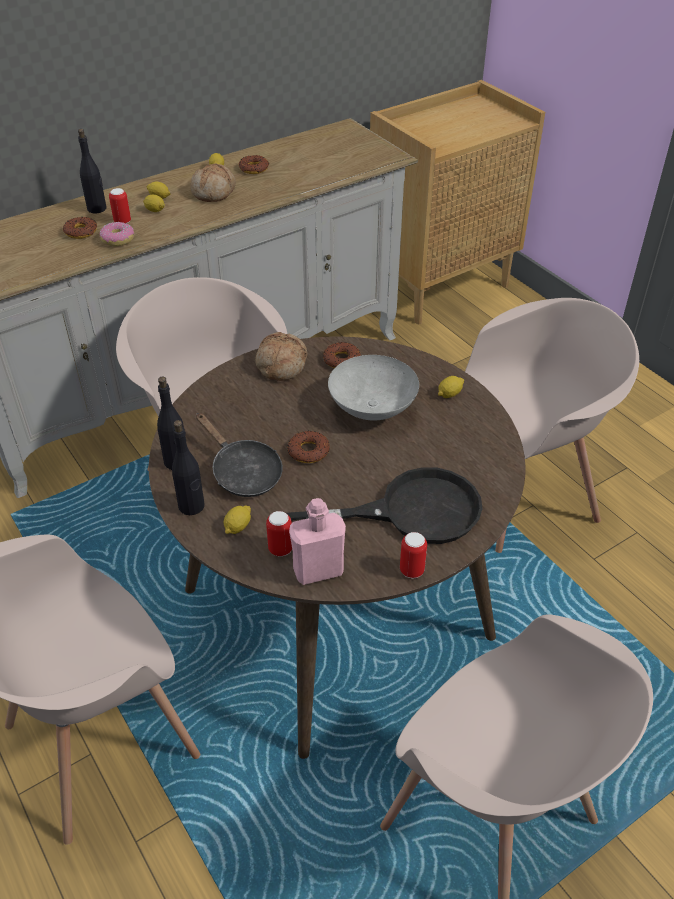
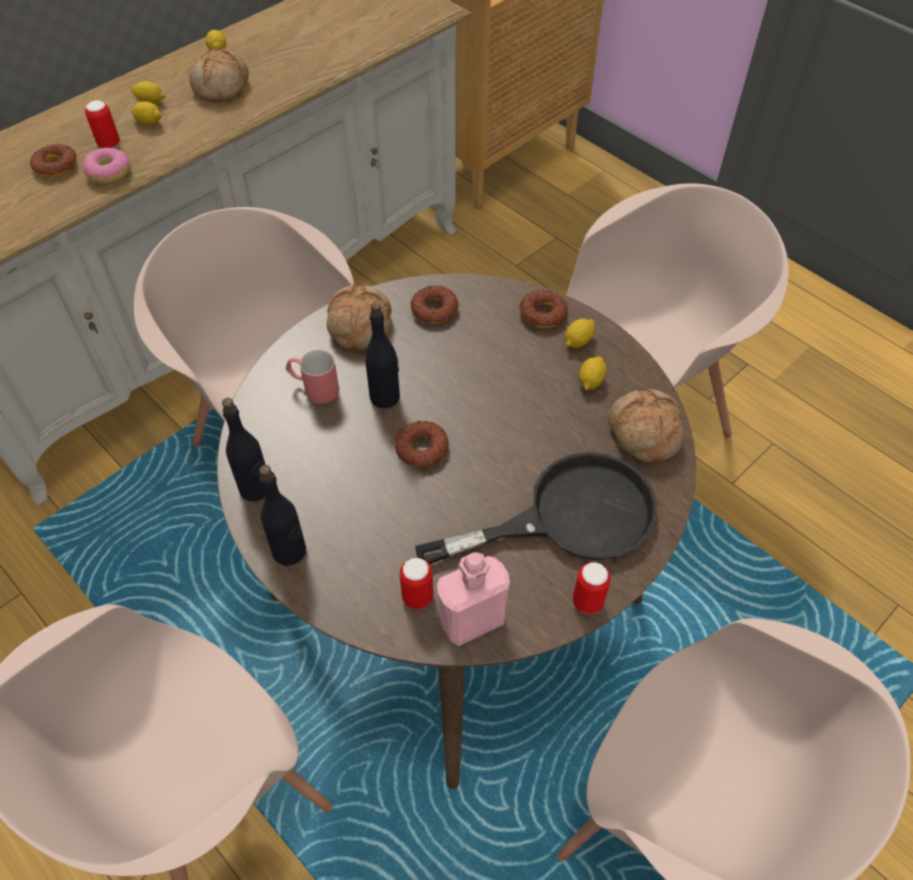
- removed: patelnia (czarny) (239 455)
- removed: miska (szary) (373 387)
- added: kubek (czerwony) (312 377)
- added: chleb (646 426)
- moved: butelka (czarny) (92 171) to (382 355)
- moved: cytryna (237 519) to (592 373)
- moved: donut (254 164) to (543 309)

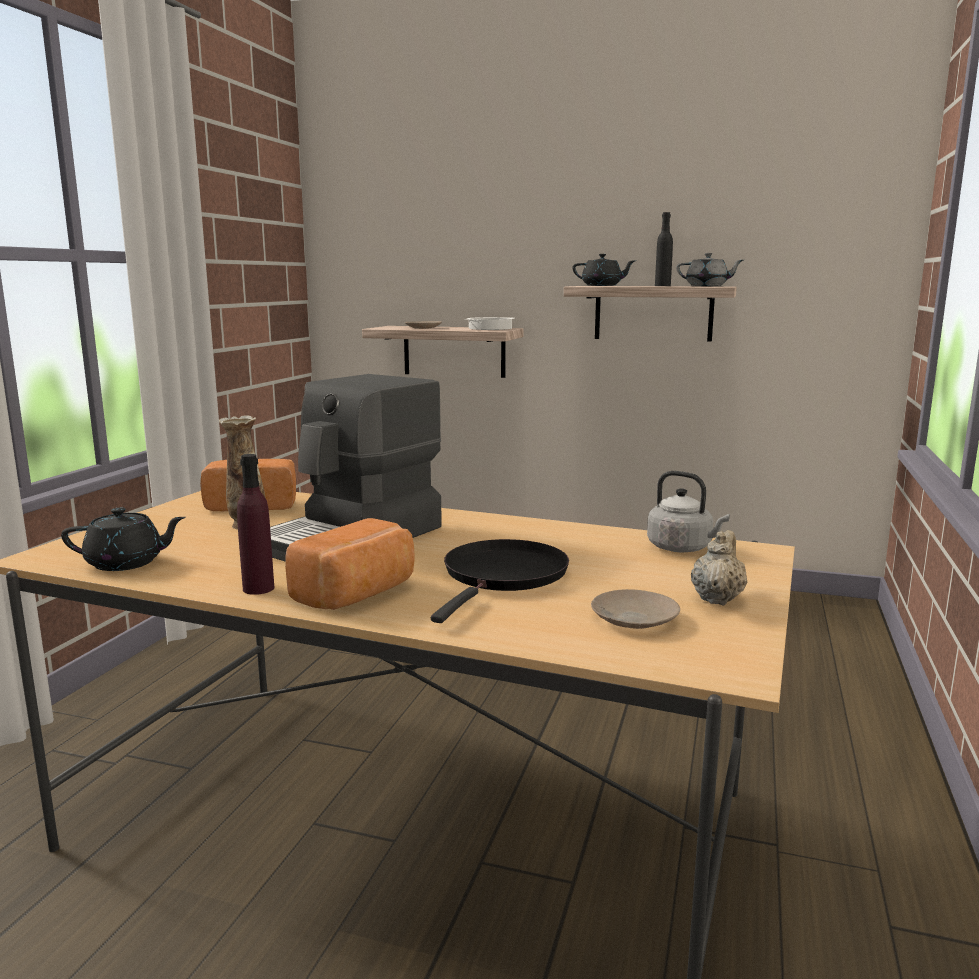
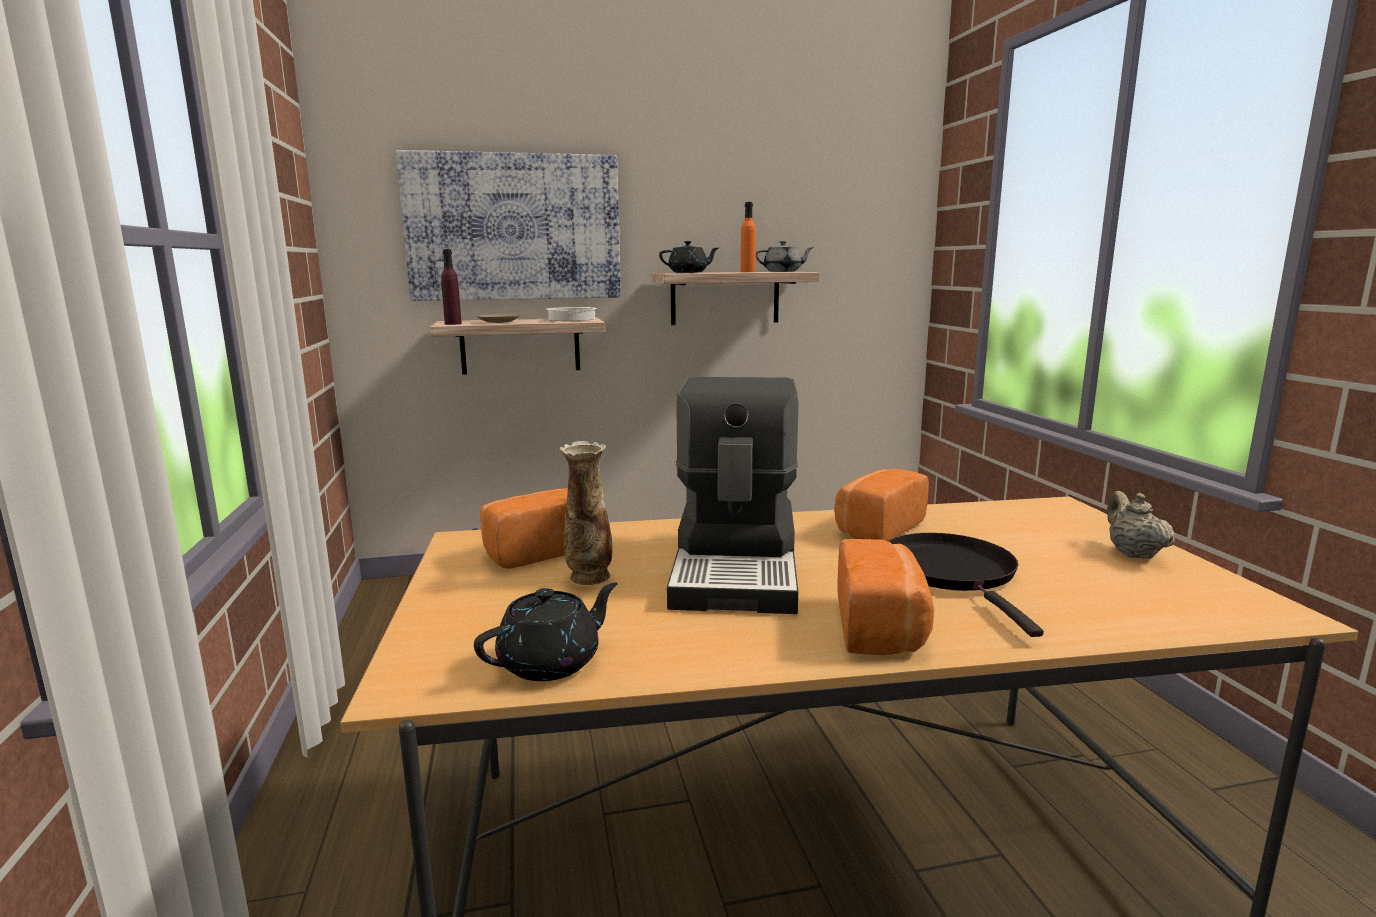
- removed: talerz (beżowy) (635 609)
- removed: czajnik (szary) (688 511)
- added: obraz (508 225)
- added: chleb (881 505)
- moved: butelka (fioletowy) (255 524) to (451 287)
- recoloured: butelka (czarny) (664 249) to butelka (pomarańczowy) (748 237)

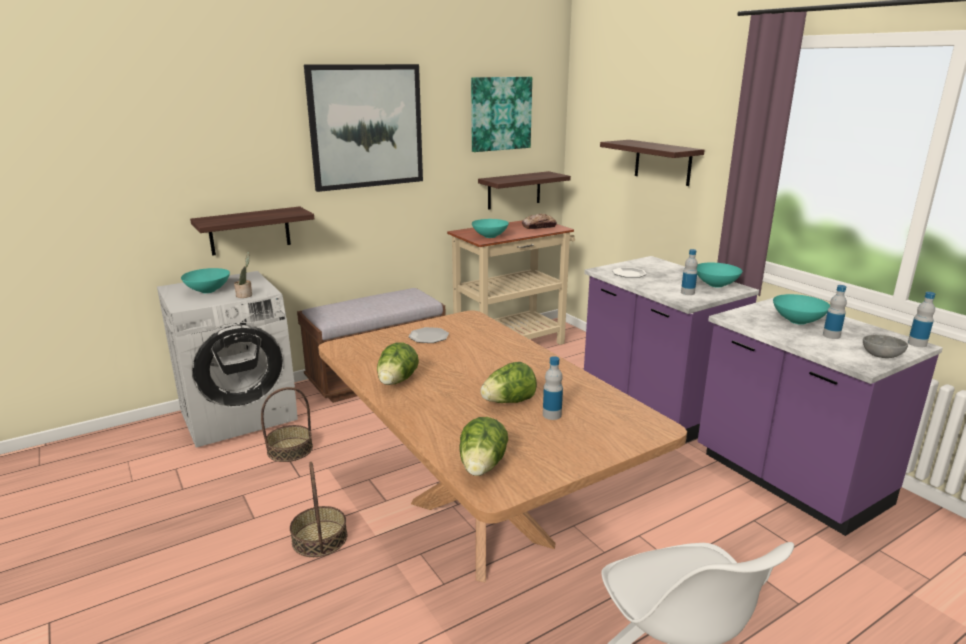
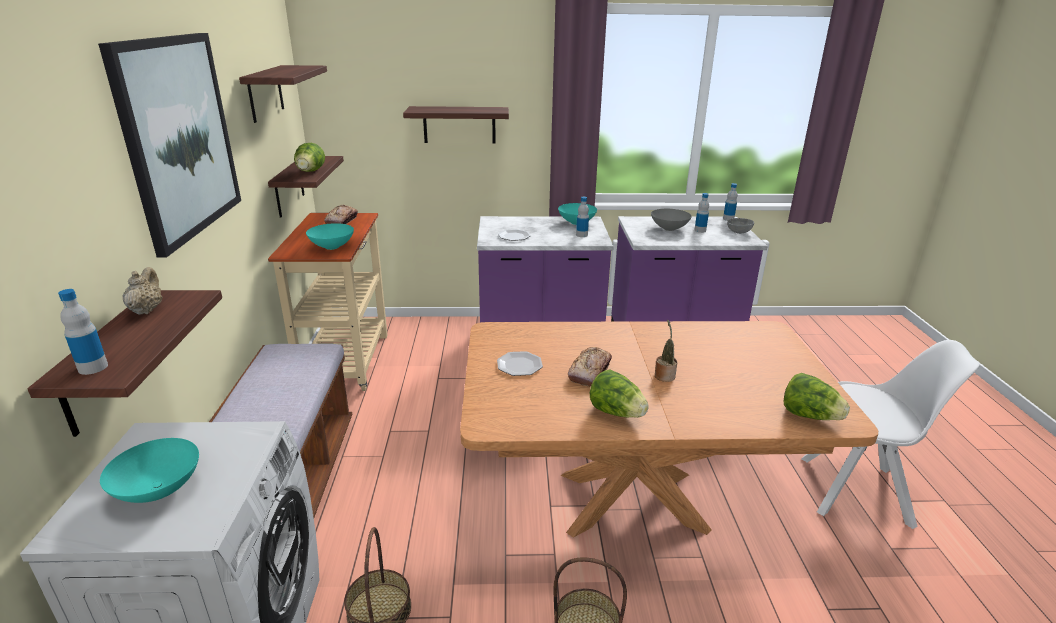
- added: imbryk (beżowy) (142 291)
- added: chleb (590 367)
- moved: roślina doniczkowa (243 275) to (666 350)
- moved: sałata (508 382) to (309 157)
- moved: butelka (553 388) to (83 332)
- replaced: obraz (501 114) to półka (283 94)
- recoloured: miska (turkusowy) (801 309) to miska (szary) (671 220)

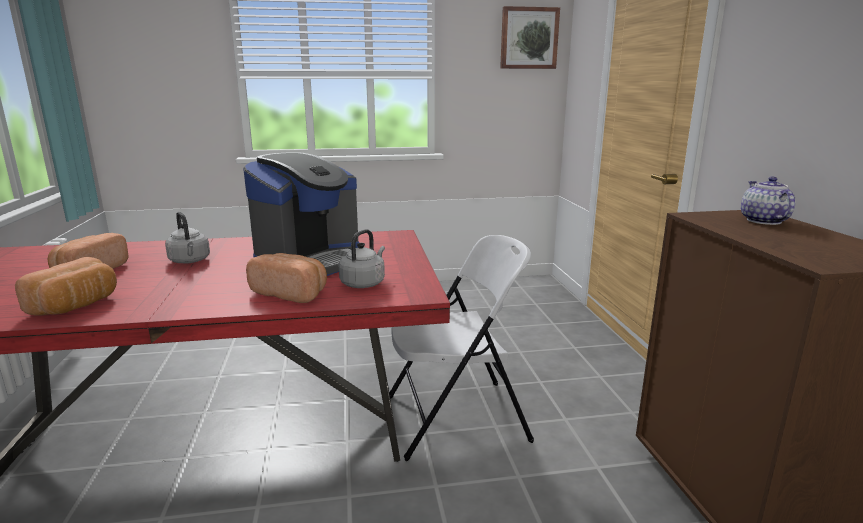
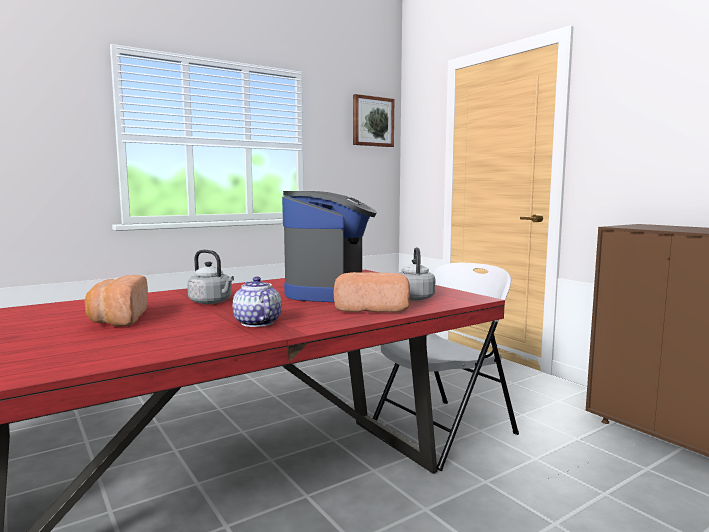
- removed: chleb (66 286)
- moved: imbryk (768 200) to (257 301)

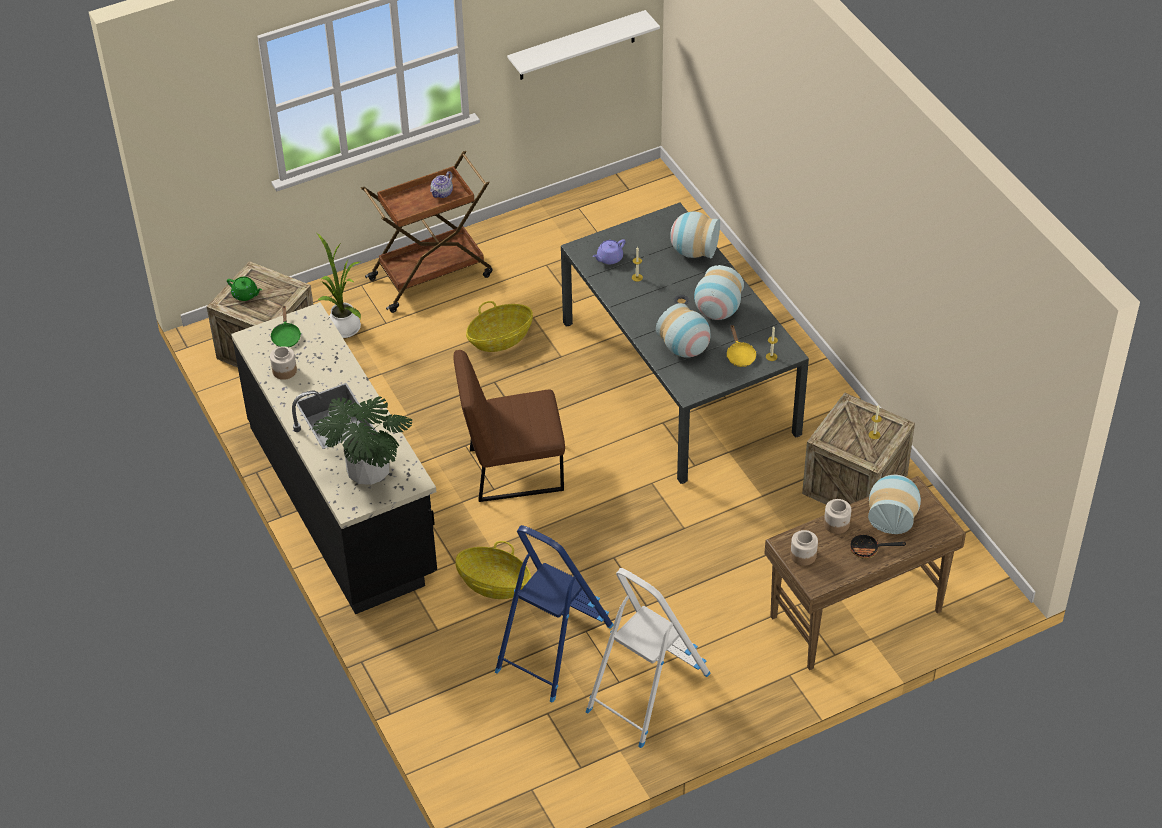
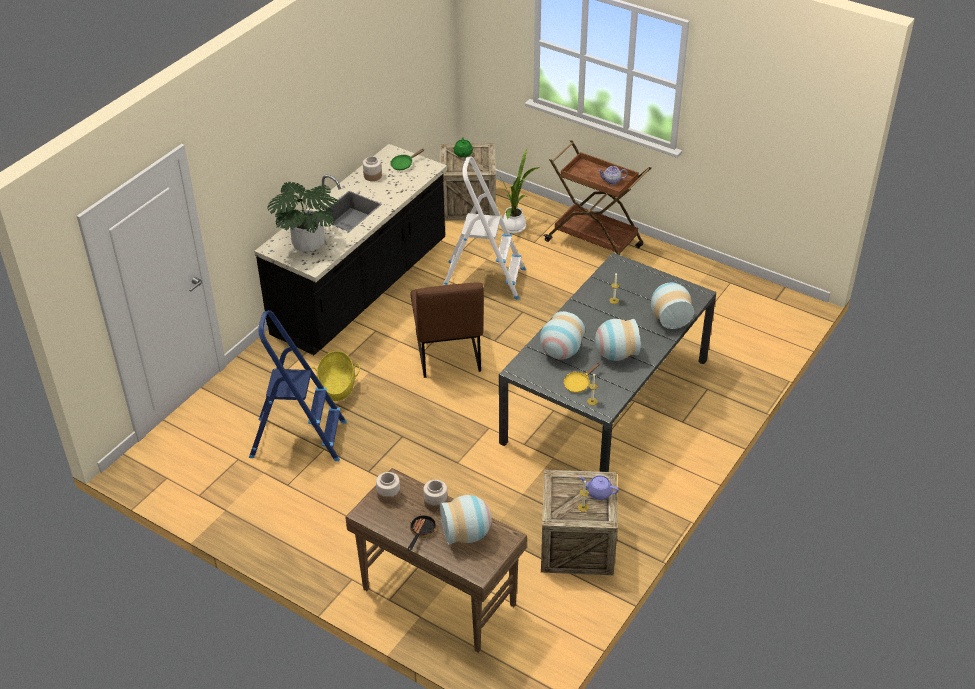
- removed: koszyk (499 326)
- removed: półka (biały) (583 45)
- moved: drabinka (biały) (648 658) to (484 228)
- moved: imbryk (fioletowy) (609 251) to (599 487)
- turned: krzesło (brązowy) (509 426) = (447 330) 150 degrees counterclockwise
- turned: patelnia (878 546) = (422 532) 45 degrees clockwise

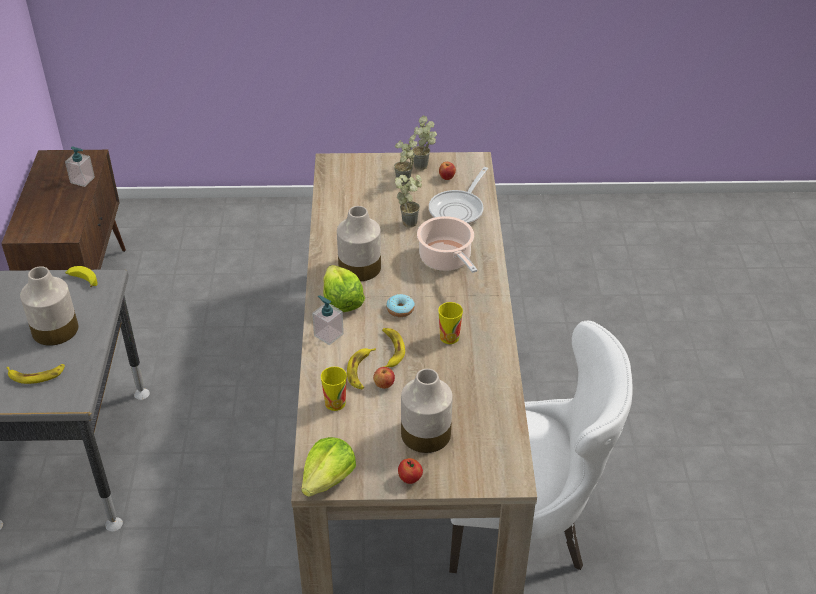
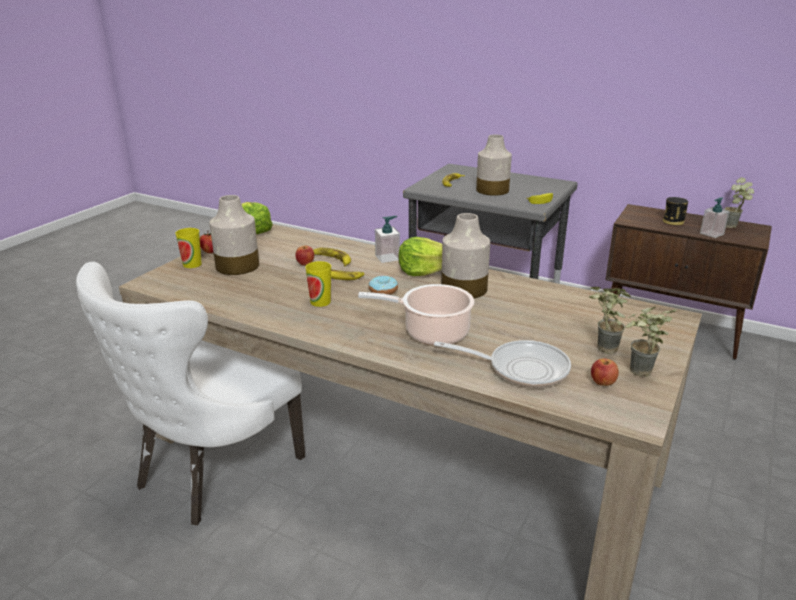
- added: puszka (675 211)
- moved: filiżanka (334 389) to (189 248)
- moved: roślina doniczkowa (408 201) to (739 202)
- turned: patelnia (458 195) = (502 364) 135 degrees clockwise

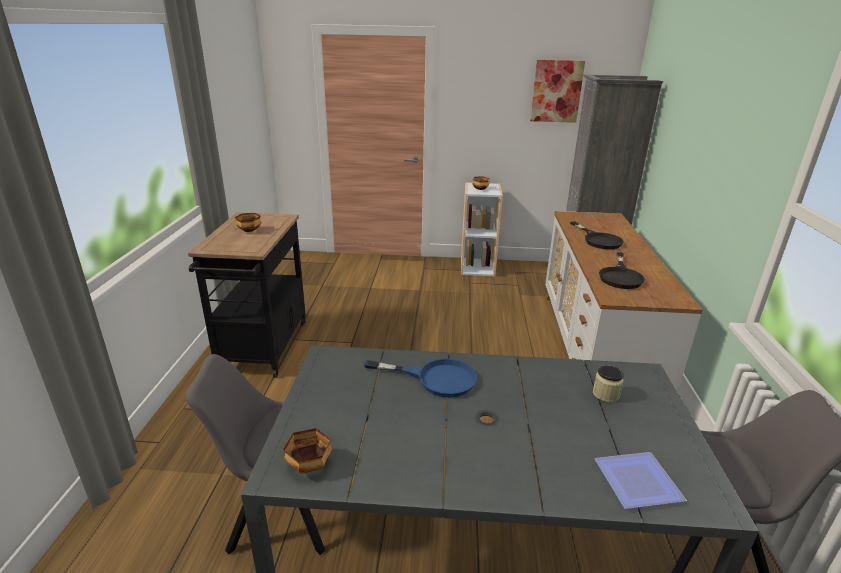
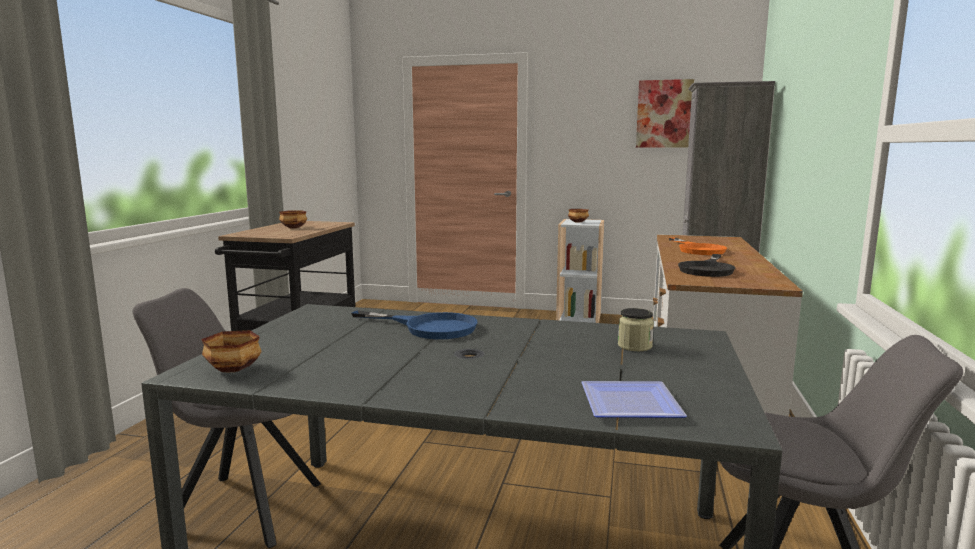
- recoloured: patelnia (czarny) (597 235) to patelnia (pomarańczowy) (698 246)

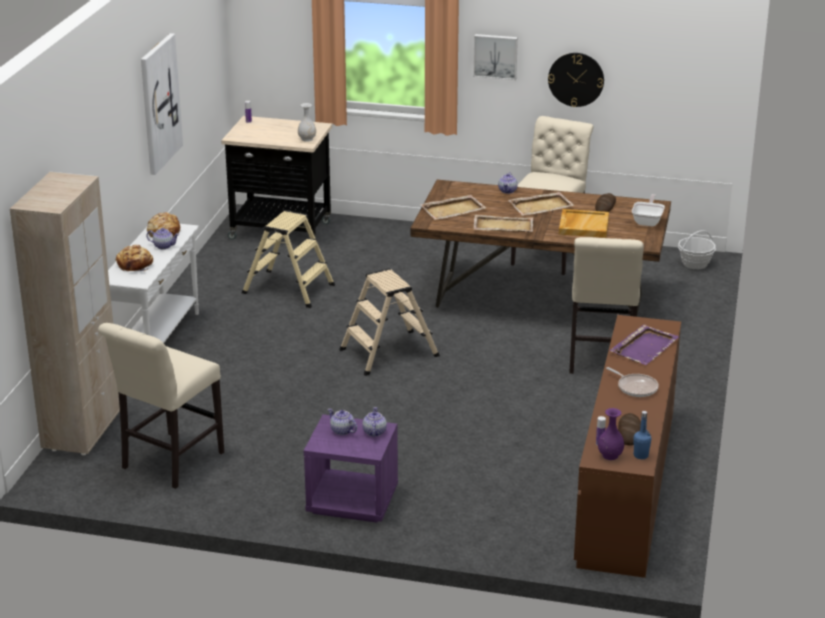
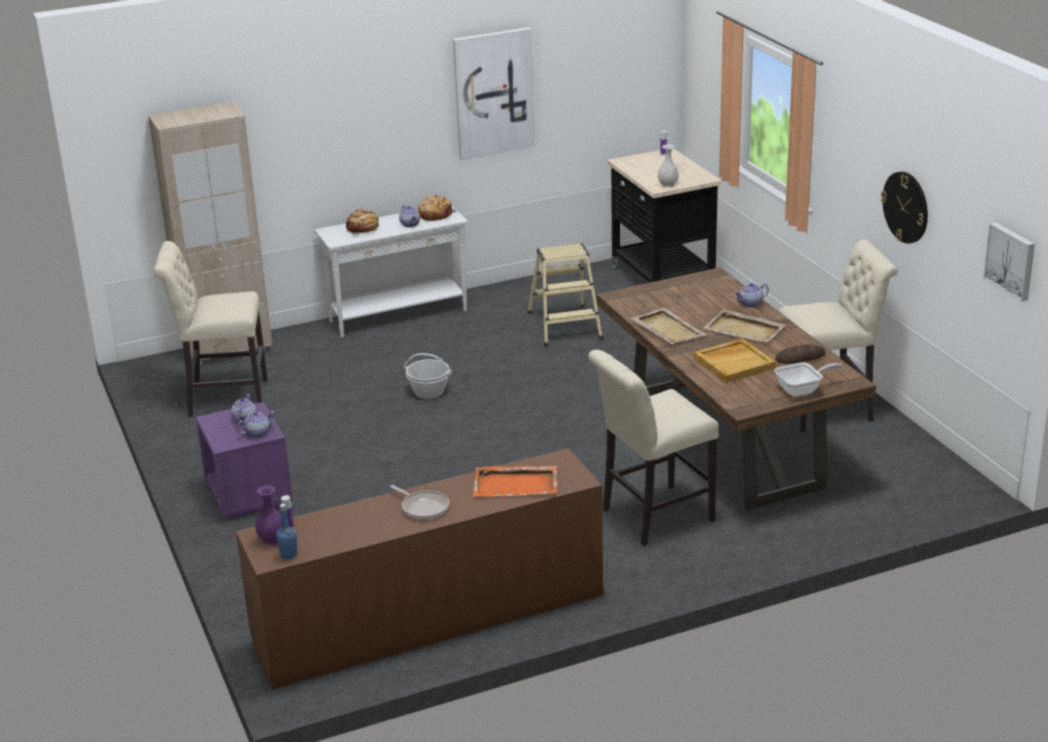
- removed: drabinka (beżowy) (389 322)
- removed: taca (beżowy) (453 207)
- removed: chleb (629 429)
- moved: obraz (495 57) to (1009 262)
- moved: koszyk (697 249) to (427 376)
- recoloured: taca (fioletowy) (644 344) to taca (pomarańczowy) (515 481)
- turned: patelnia (632 382) = (420 502) 60 degrees counterclockwise

